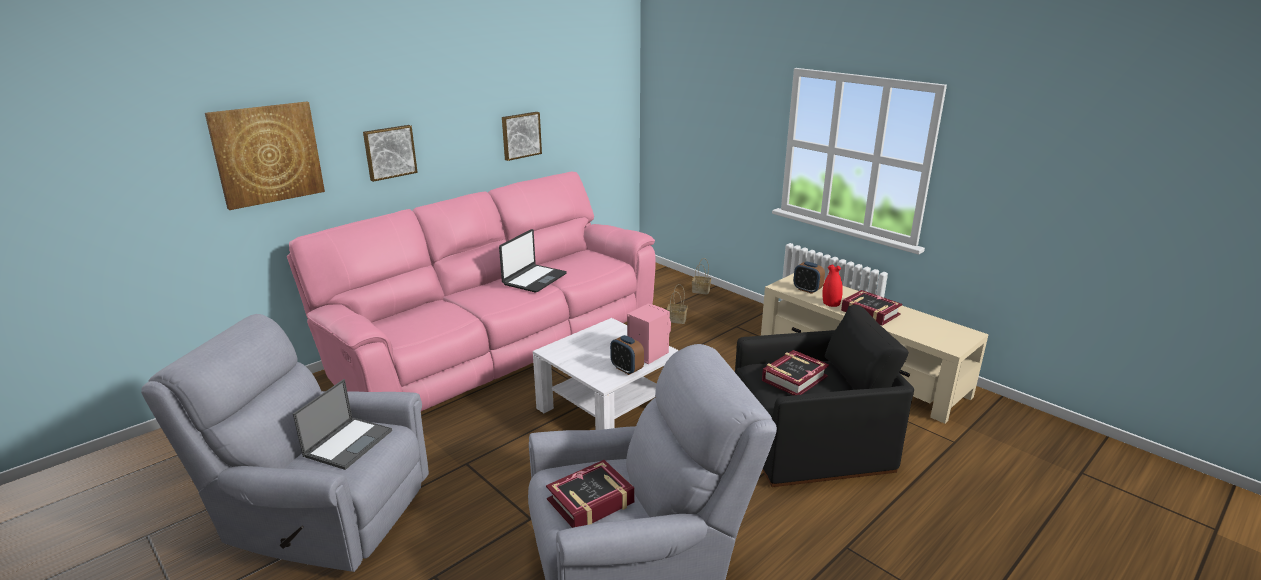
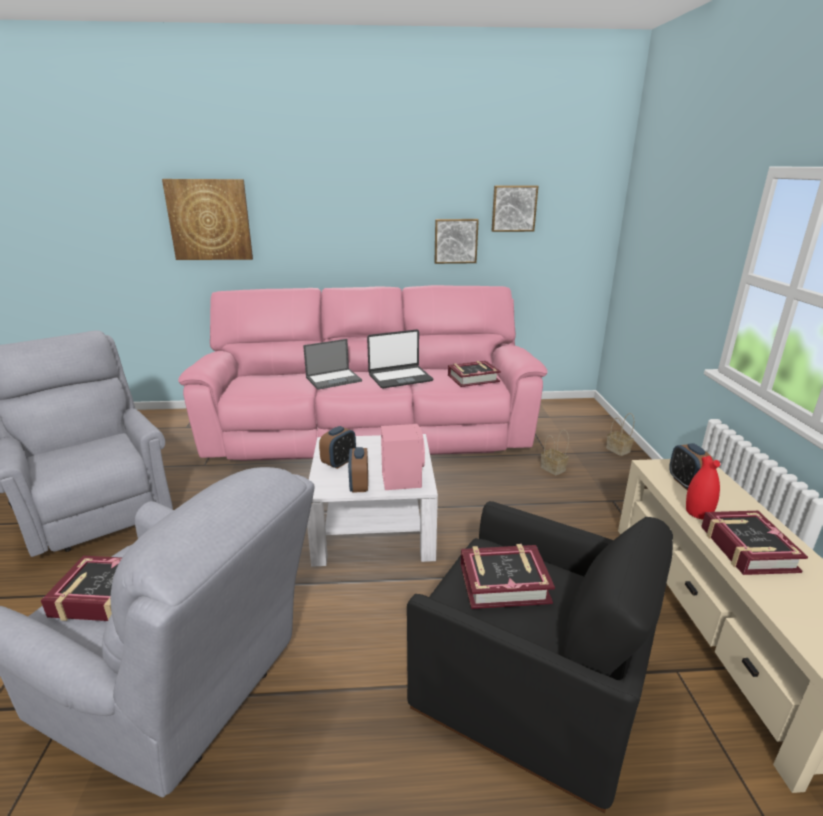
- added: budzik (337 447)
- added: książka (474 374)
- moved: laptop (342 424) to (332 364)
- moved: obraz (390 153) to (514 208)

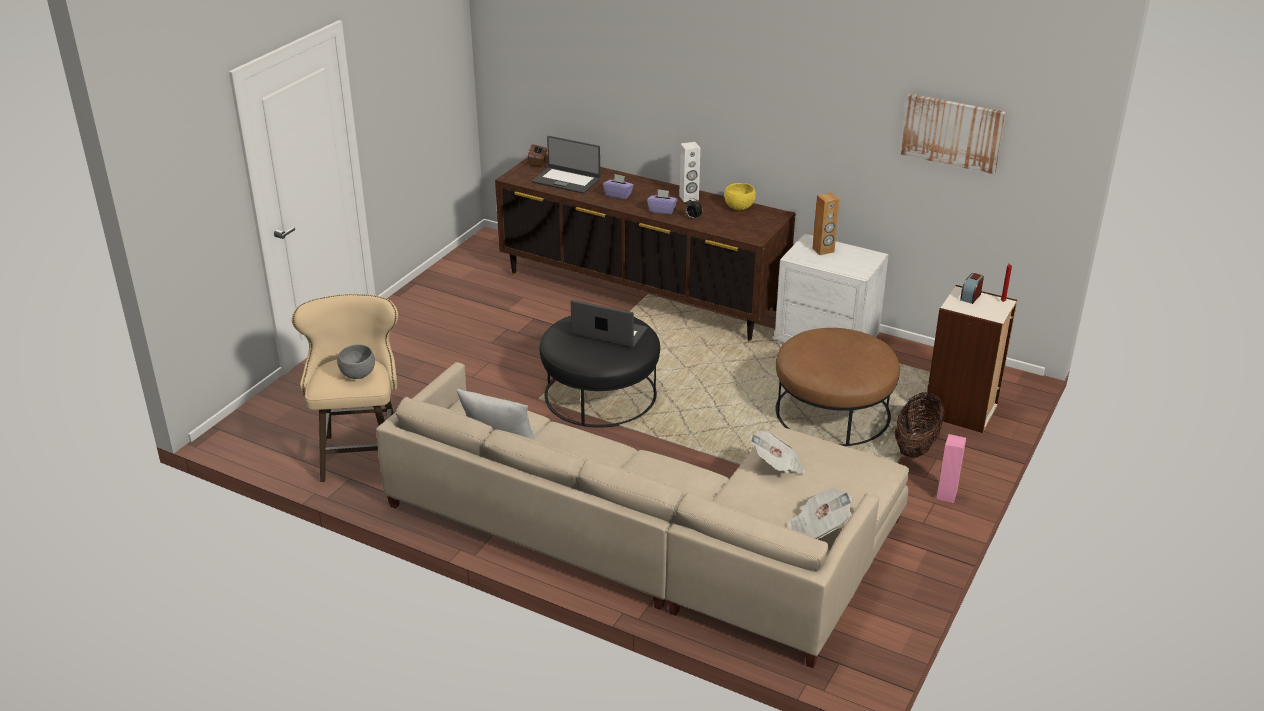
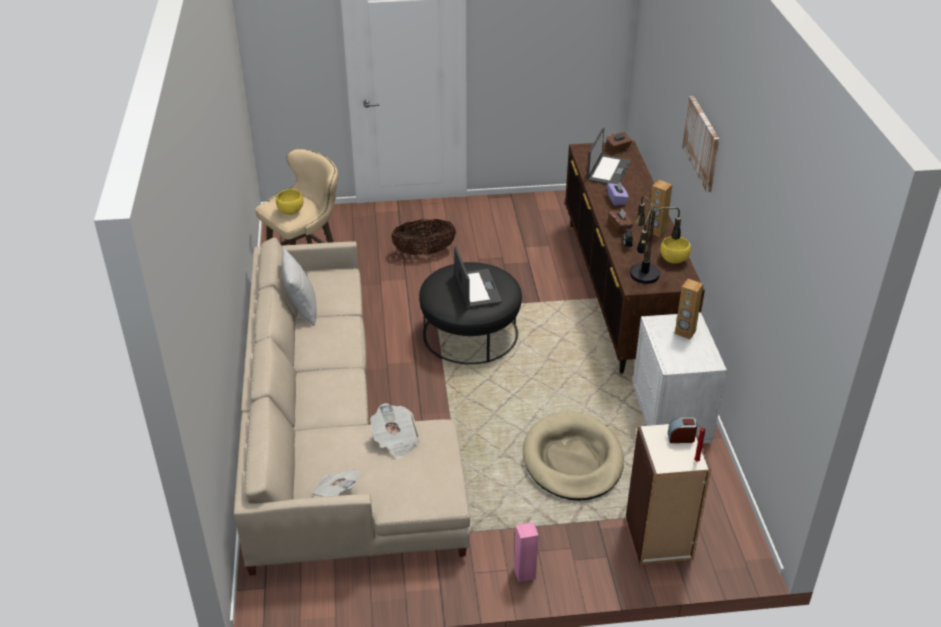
- added: lampa stołowa (655 240)
- moved: koszyk (919 425) to (423 237)
- moved: obraz (953 134) to (701 144)
- replaced: pufa (brązowy) (838 387) to legowisko (beżowy) (573 456)
- recoloured: miska (szary) (356 362) to miska (żółty) (289 202)
- recoloured: pudełko chusteczek (fioletowy) (662 201) to pudełko chusteczek (brązowy) (620 221)
- recoloured: głośnik (biały) (689 172) to głośnik (brązowy) (659 208)
- turned: laptop (566 165) = (609 156) 150 degrees counterclockwise

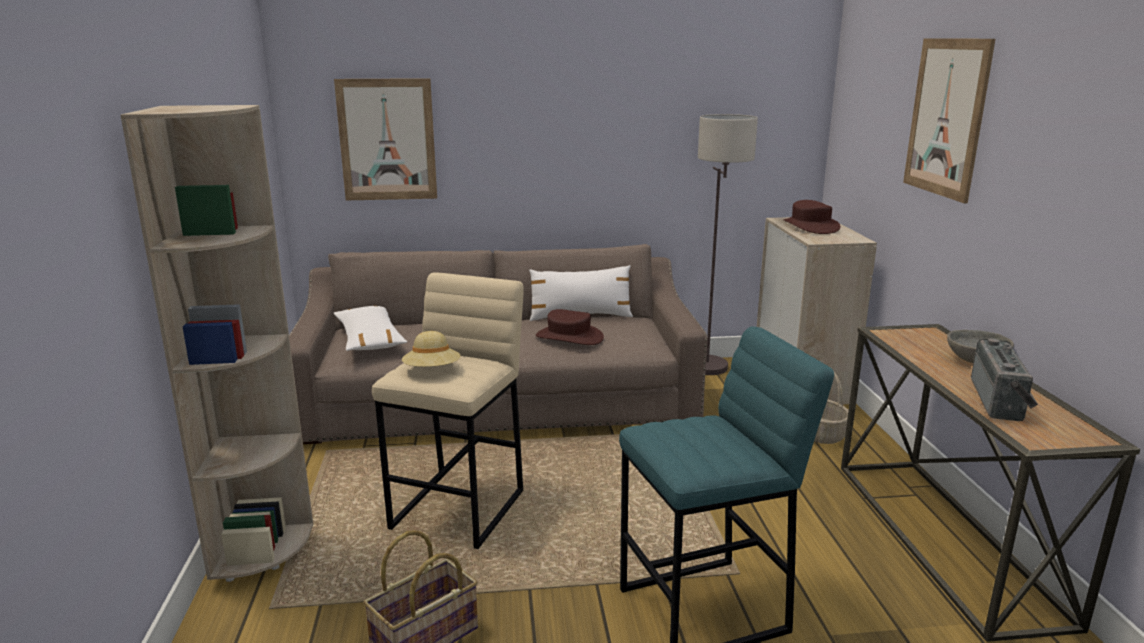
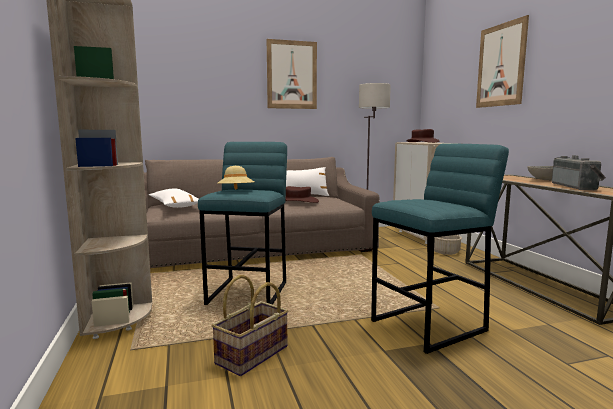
- moved: obraz (385 139) to (292 74)
- recoloured: stołek (beżowy) (448 410) to stołek (turkusowy) (242 223)

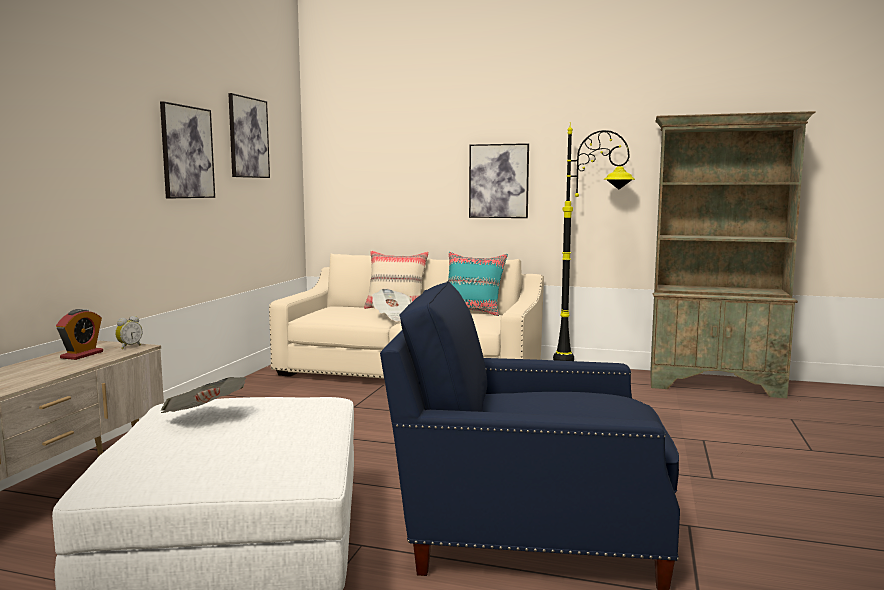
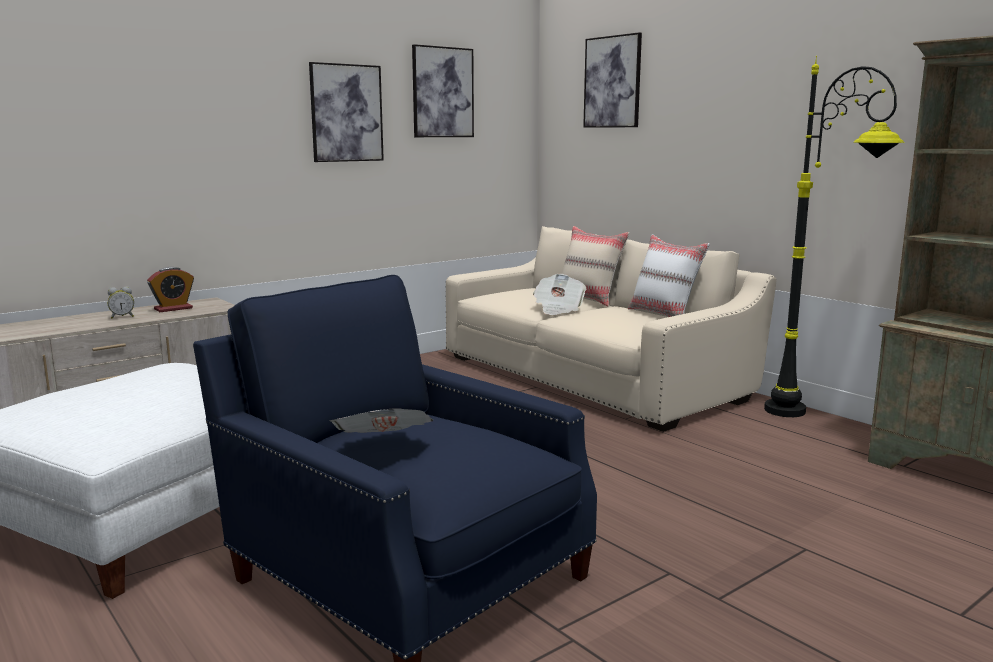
- moved: budzik (128 332) to (121 302)
- moved: gazeta (204 395) to (381 420)
- moved: obraz (499 180) to (612 80)
- recoloured: poduszka (turkusowy) (478 284) to poduszka (biały) (669 275)

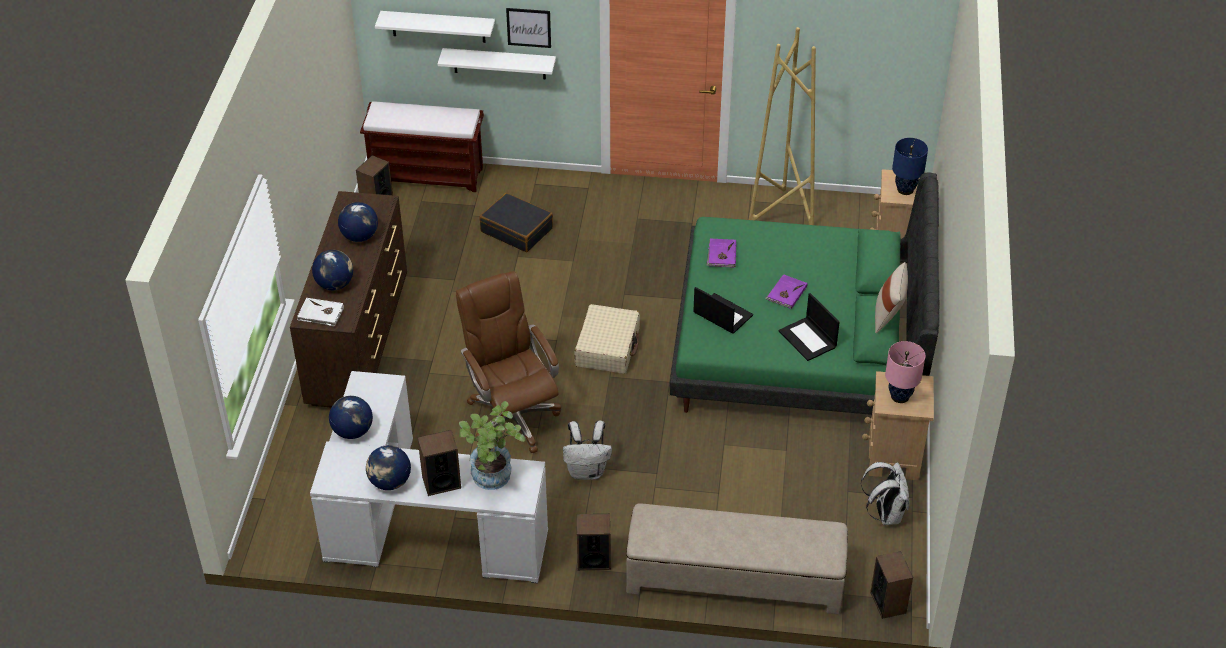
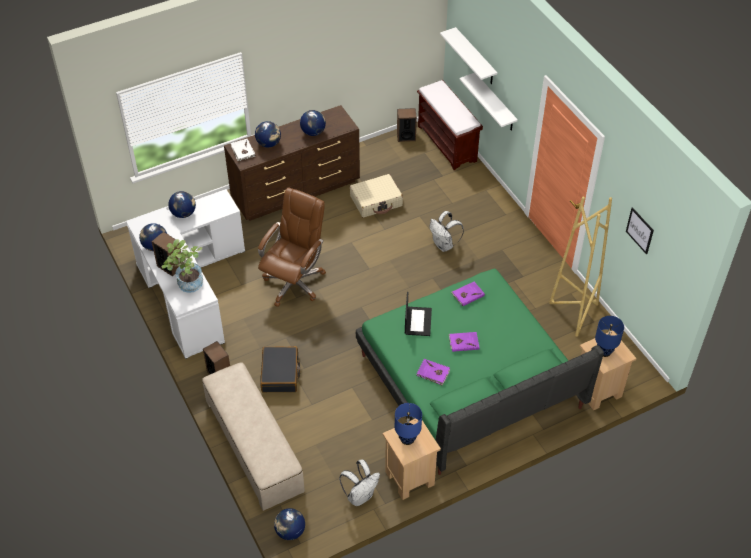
- removed: poduszka (beżowy) (891 297)
- moved: walizka (czarny) (516 222) to (280 369)
- moved: obraz (528 28) to (640 230)
- moved: plecak (biały) (587 450) to (447 231)
- moved: walizka (beżowy) (607 339) to (376 196)
- replaced: laptop (809 327) to książka (fioletowy) (433 372)
- replaced: głośnik (891 585) to globus (289 524)
- recoloured: lampa stołowa (różowy) (905 372) to lampa stołowa (niebieski) (408 424)

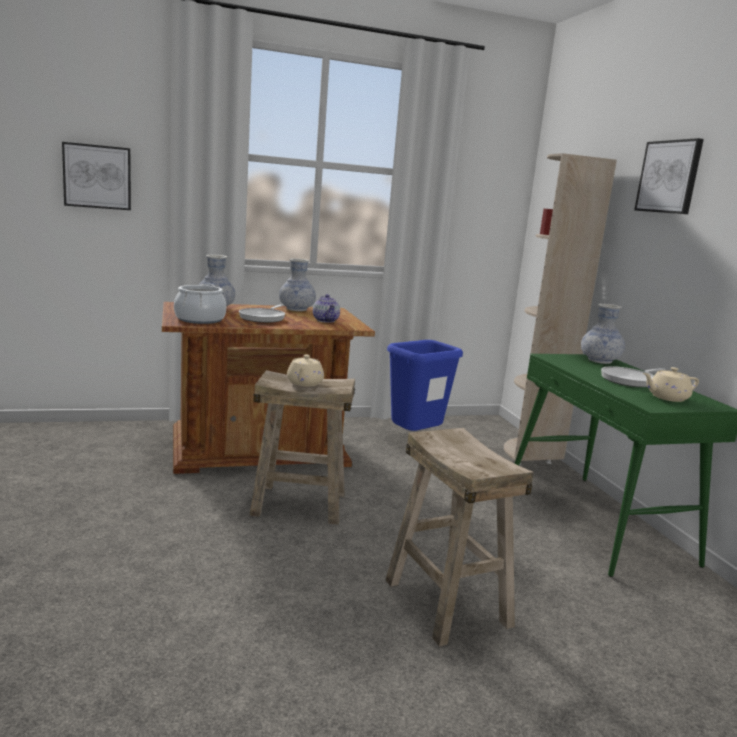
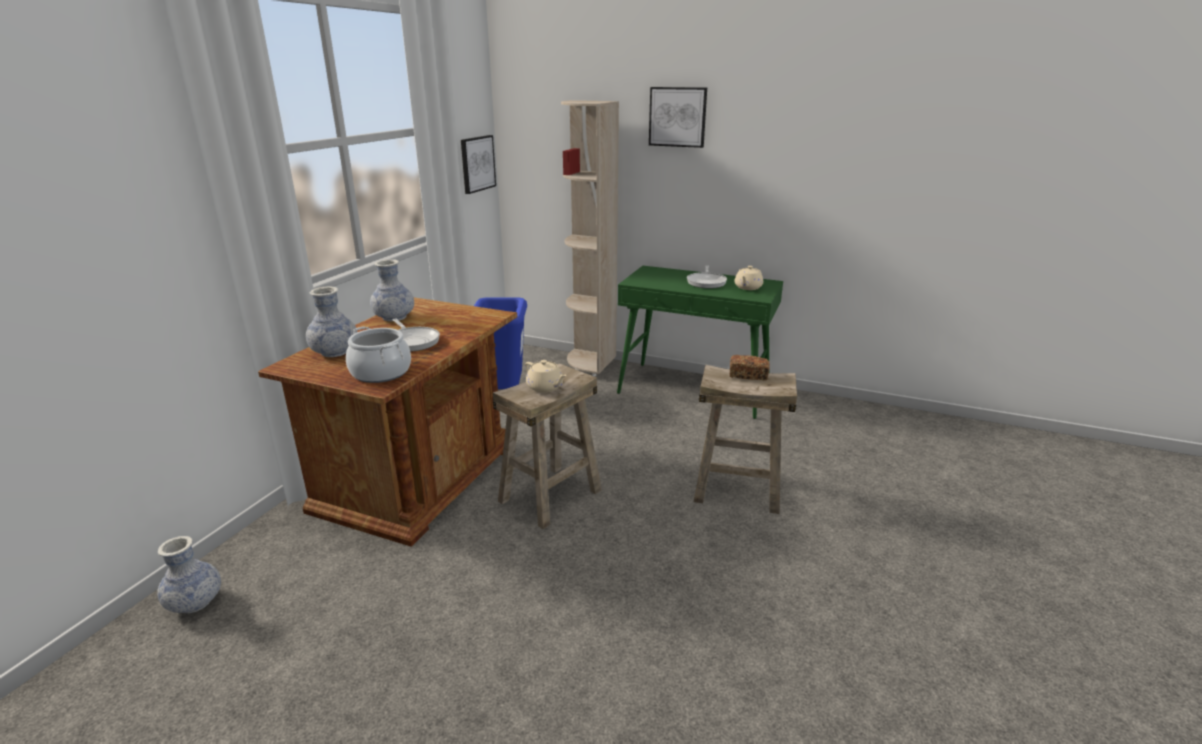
- removed: imbryk (326 308)
- added: chleb (750 368)
- moved: obraz (96 176) to (478 164)
- moved: wazon (603 334) to (189 574)

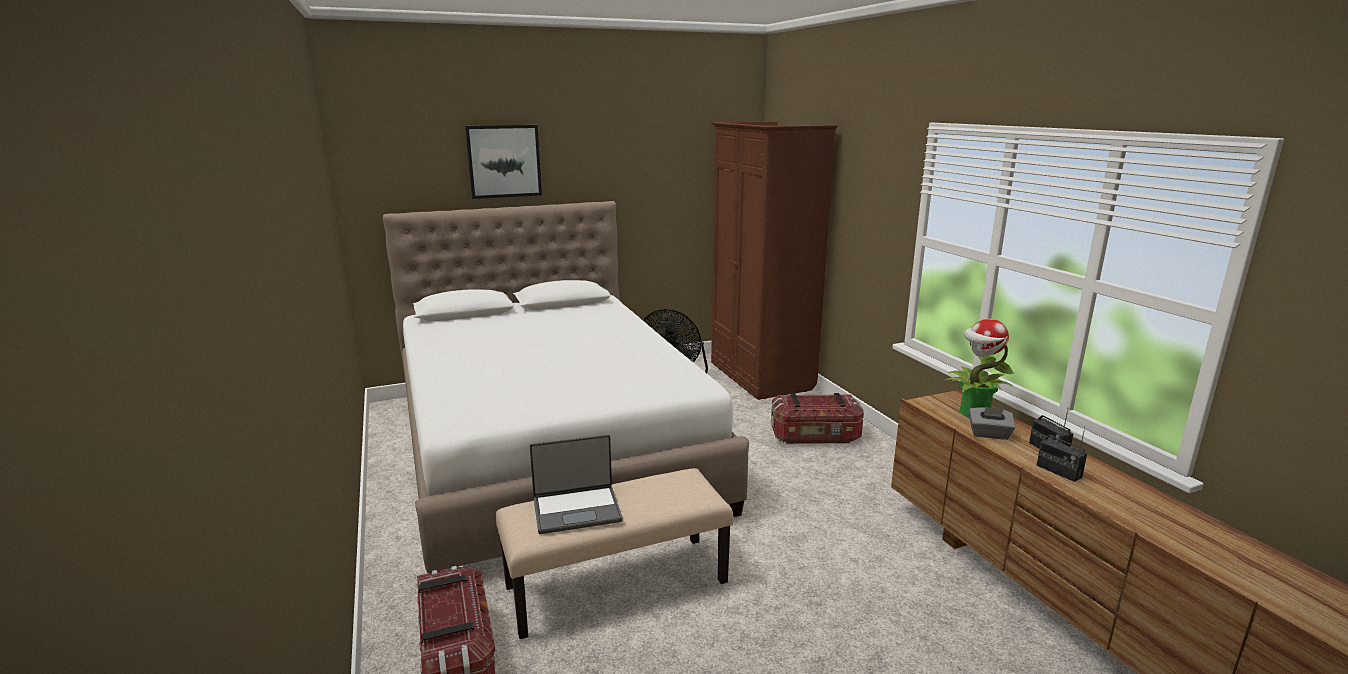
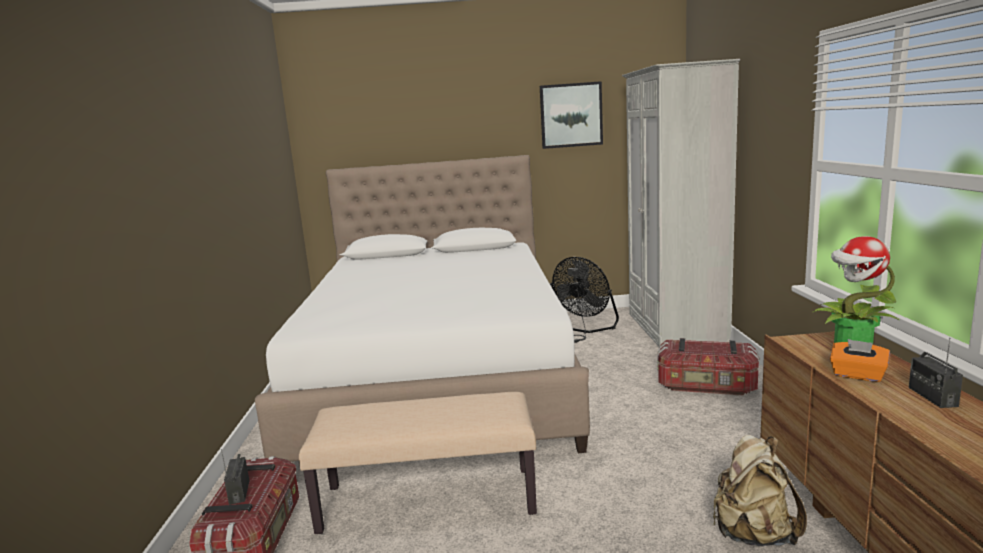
- removed: laptop (576 484)
- added: plecak (beżowy) (760 490)
- moved: obraz (503 162) to (571 115)
- moved: radio (1061 454) to (235 477)
- recoloured: szafa (brązowy) (774 260) to szafa (biały) (681 203)
- recoloured: pudełko chusteczek (szary) (992 423) to pudełko chusteczek (pomarańczowy) (860 360)

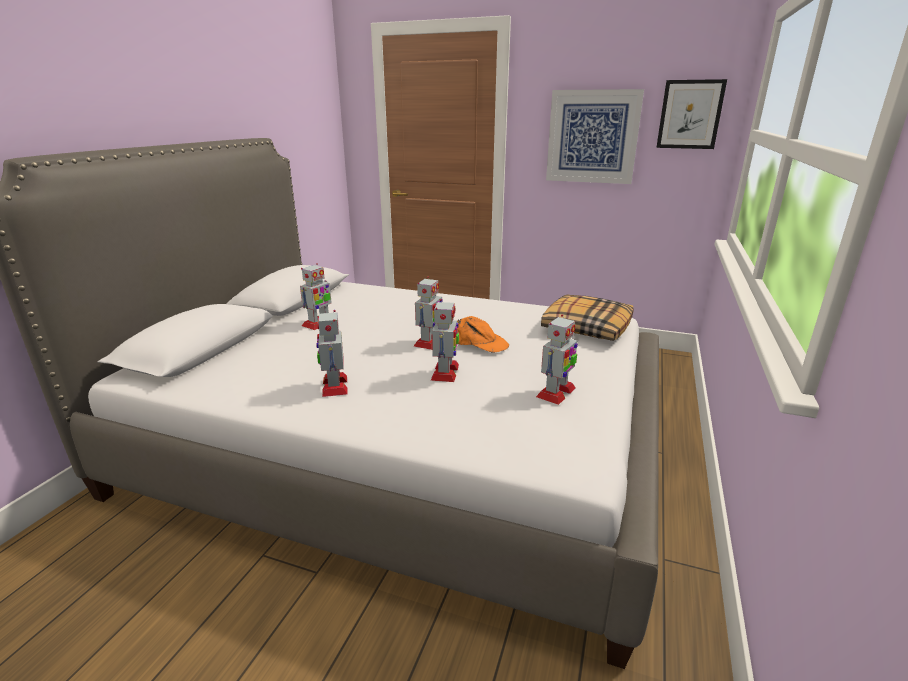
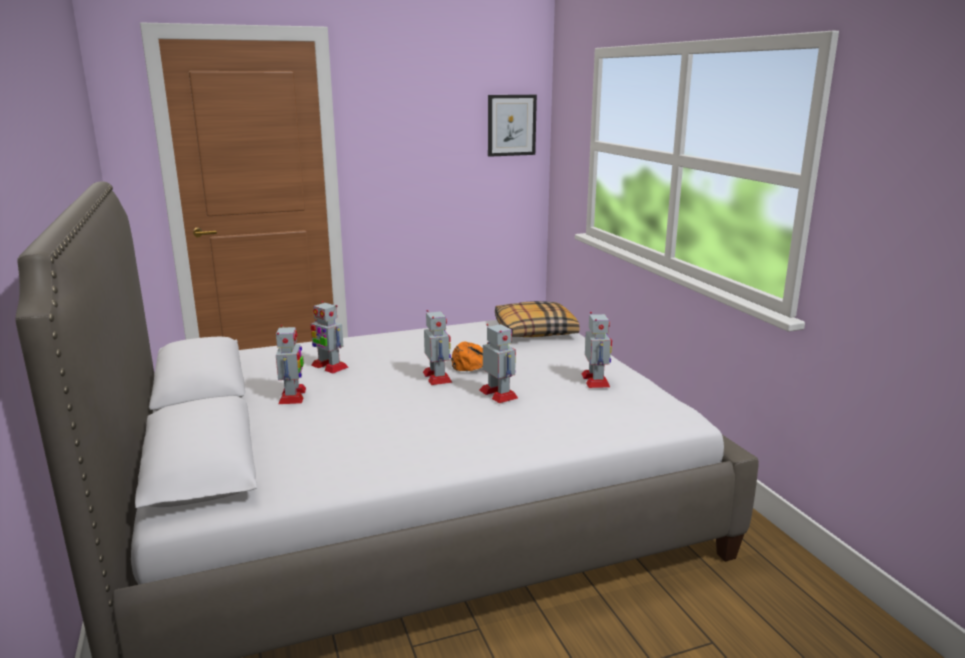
- removed: obraz (595 136)
- moved: robot zabawkowy (332 353) to (330 337)

